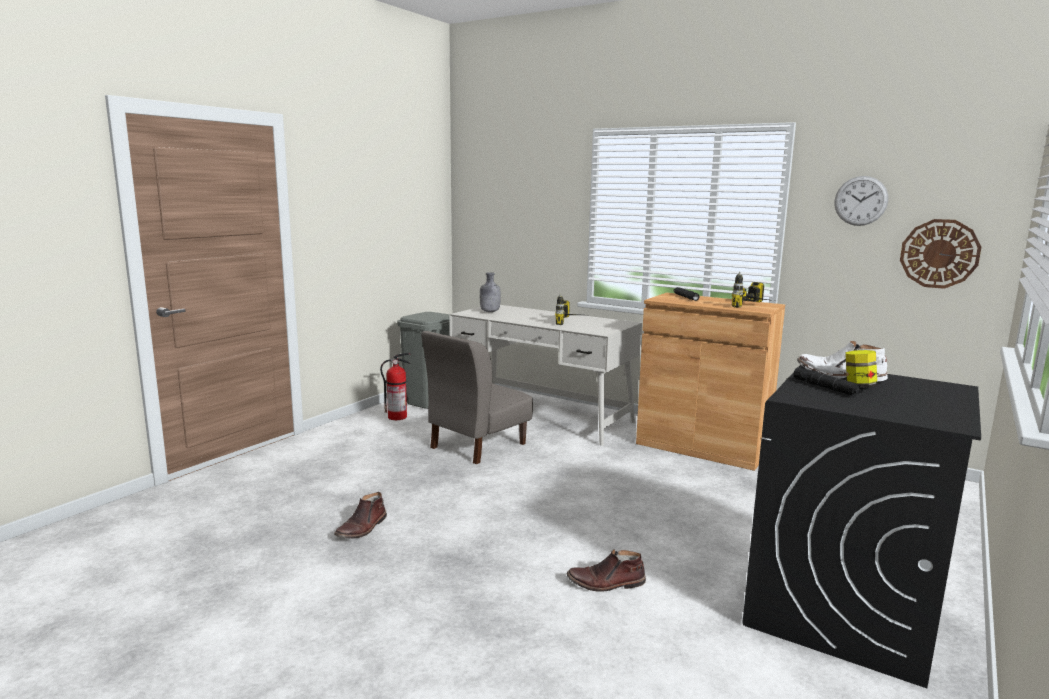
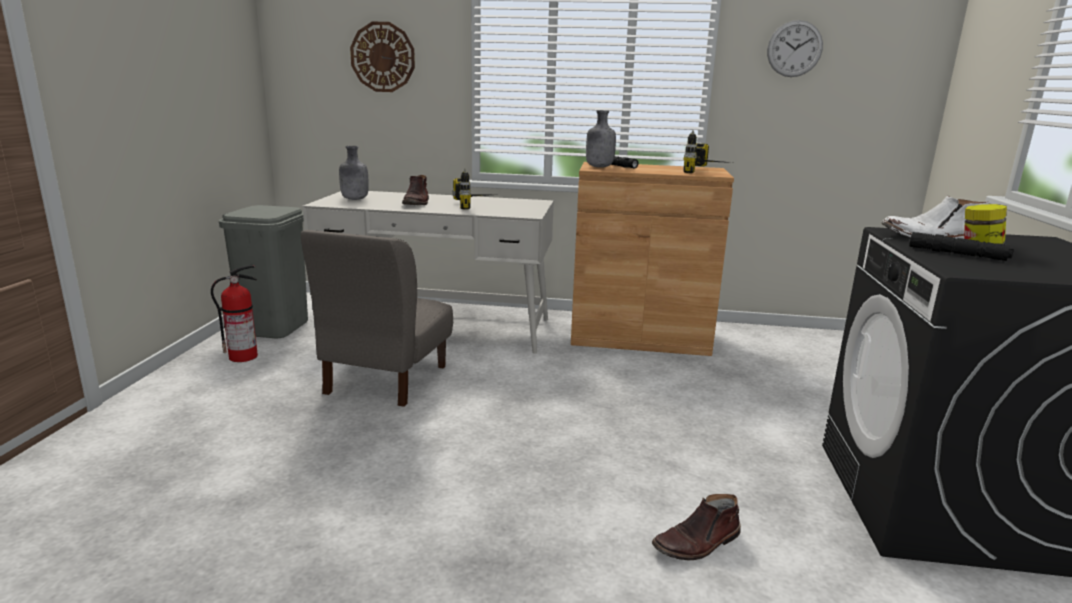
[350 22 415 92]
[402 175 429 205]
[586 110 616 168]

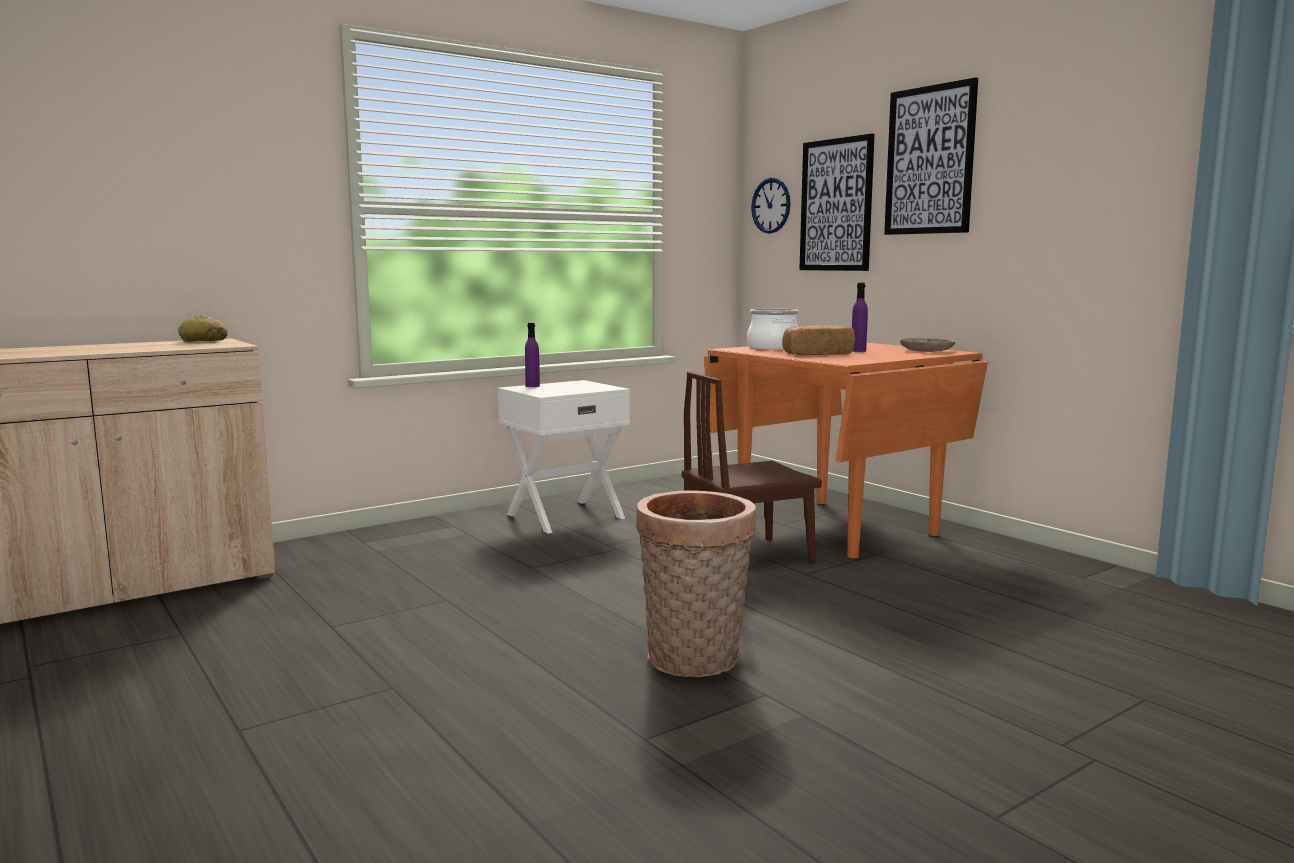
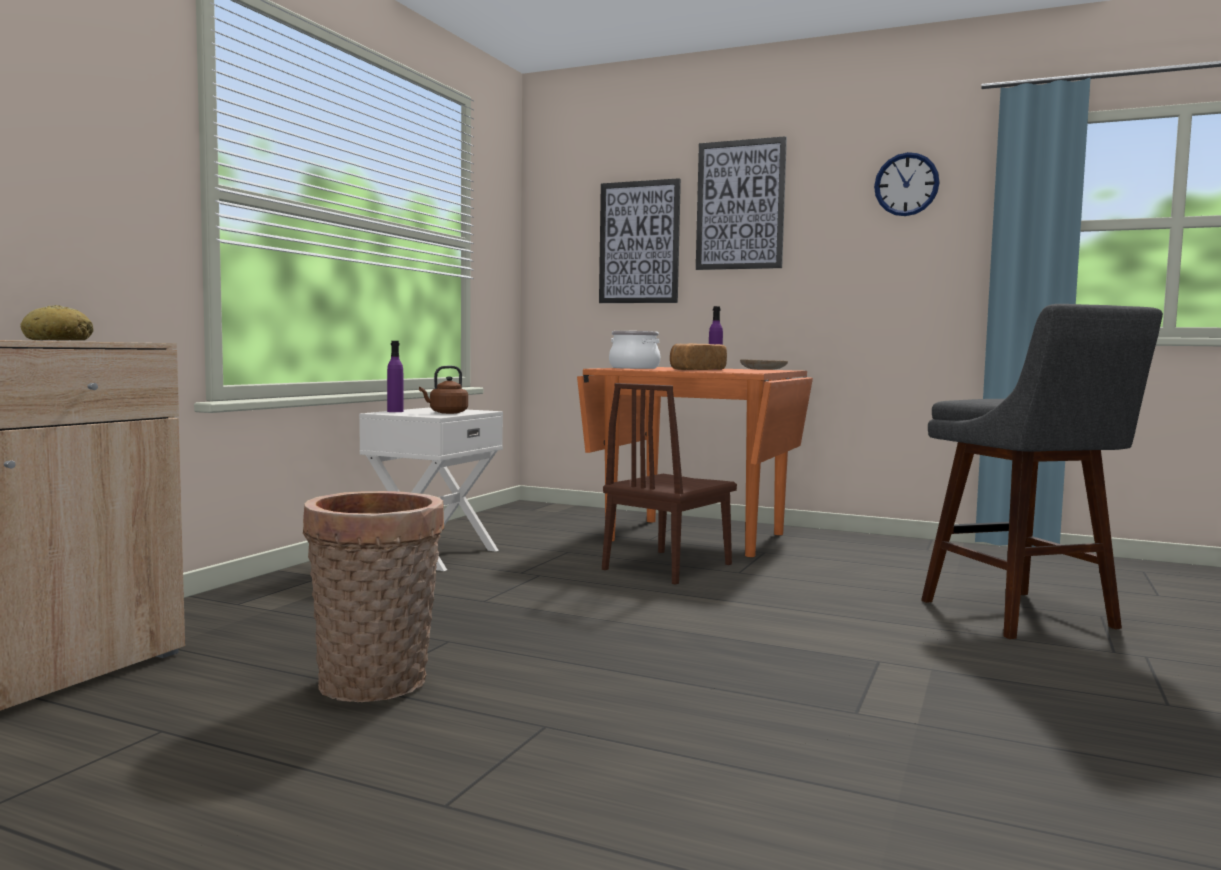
[874 152 940 216]
[303 491 444 702]
[921 304 1163 639]
[419 366 468 414]

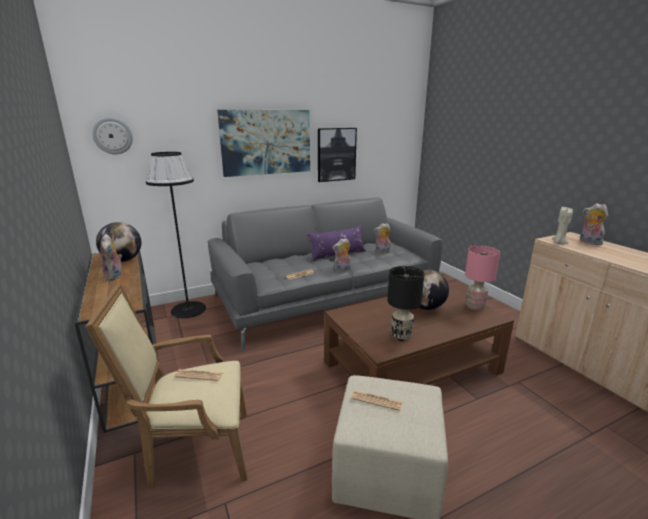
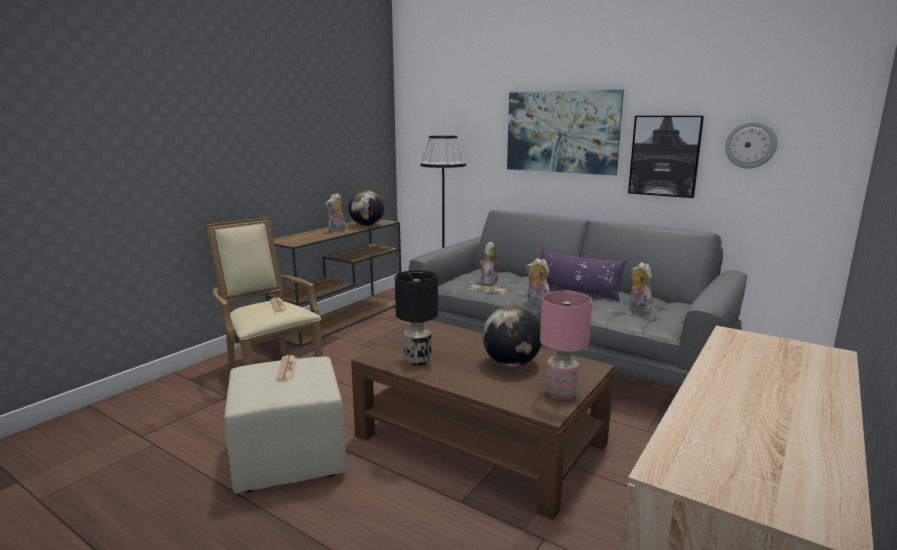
[725 121 777 168]
[480 242 498 285]
[552 207 573 244] (first image)

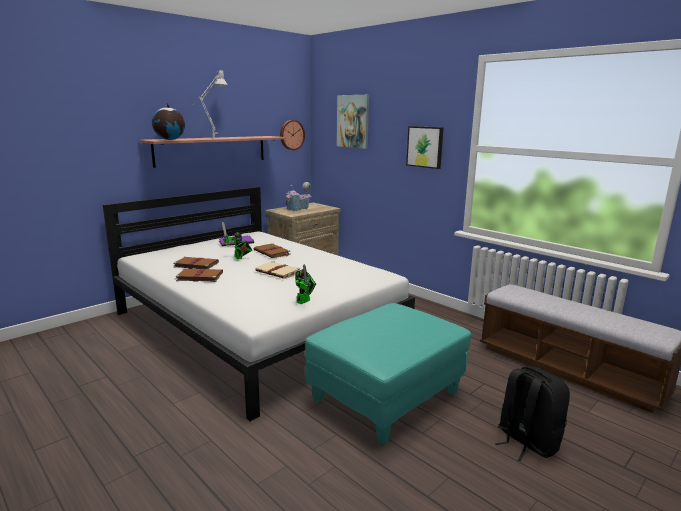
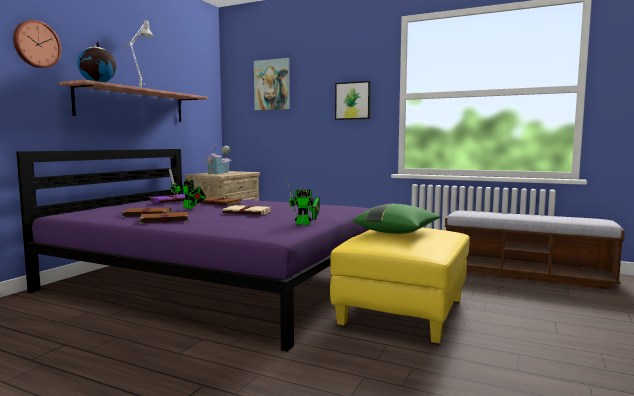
[13 20 61 68]
[16 149 370 352]
[286 177 320 225]
[330 228 470 343]
[495 366 570 461] (first image)
[353 204 440 234]

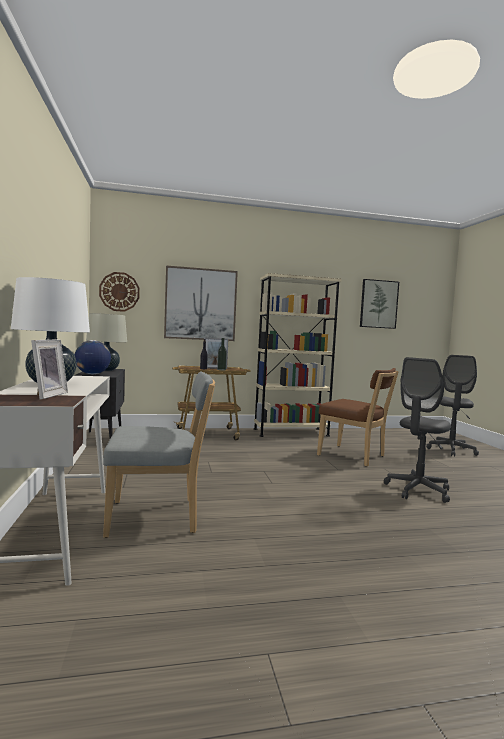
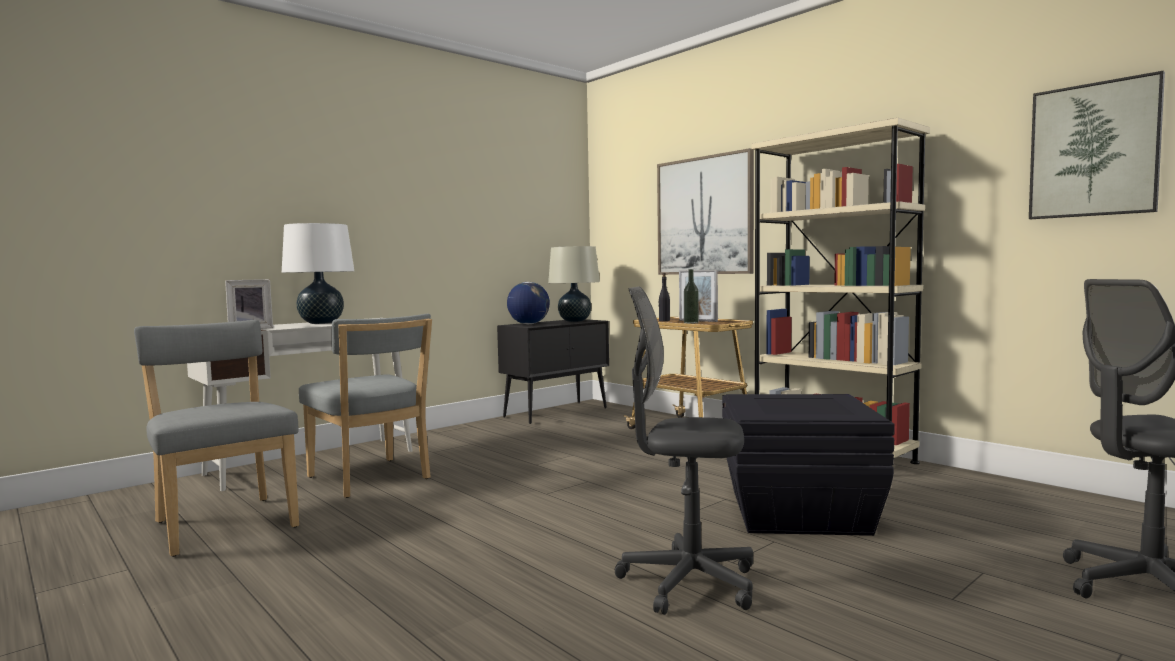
[99 272 140 312] (first image)
[722 394 895 536]
[134 320 299 557]

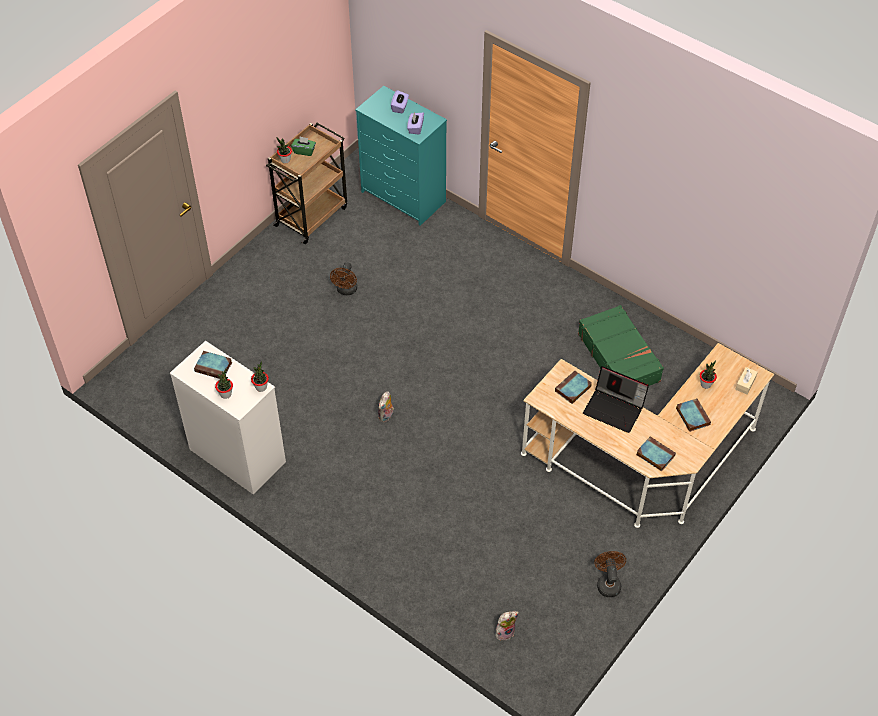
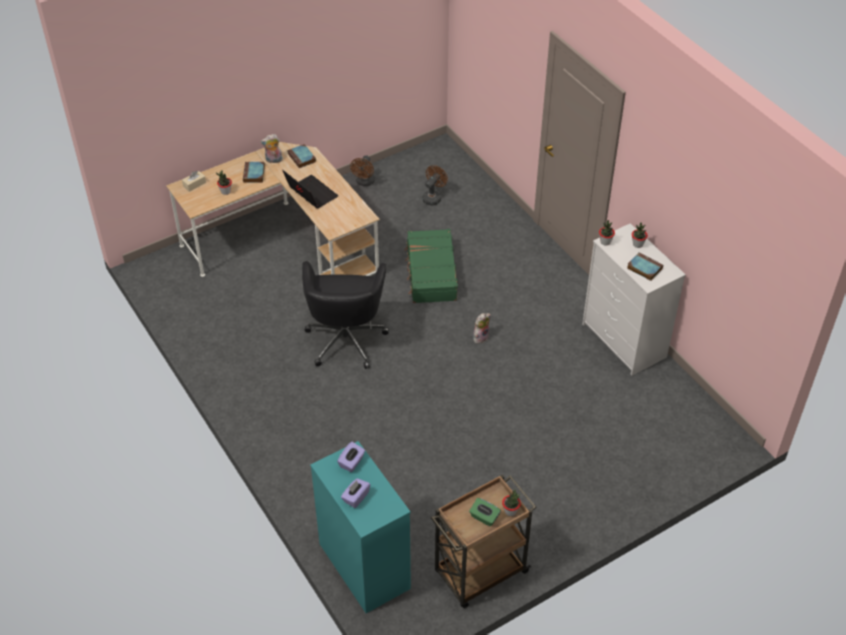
[422 165 448 205]
[404 229 458 303]
[555 371 592 404] (first image)
[260 134 283 163]
[302 261 389 369]

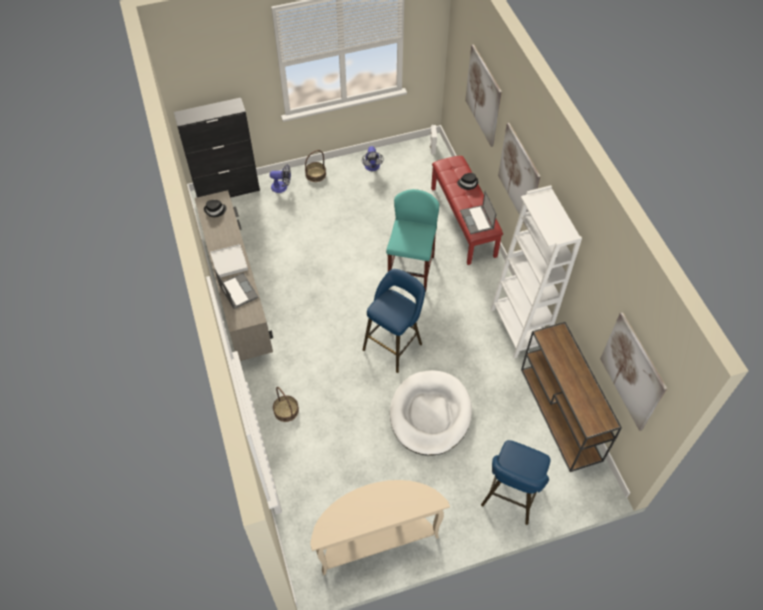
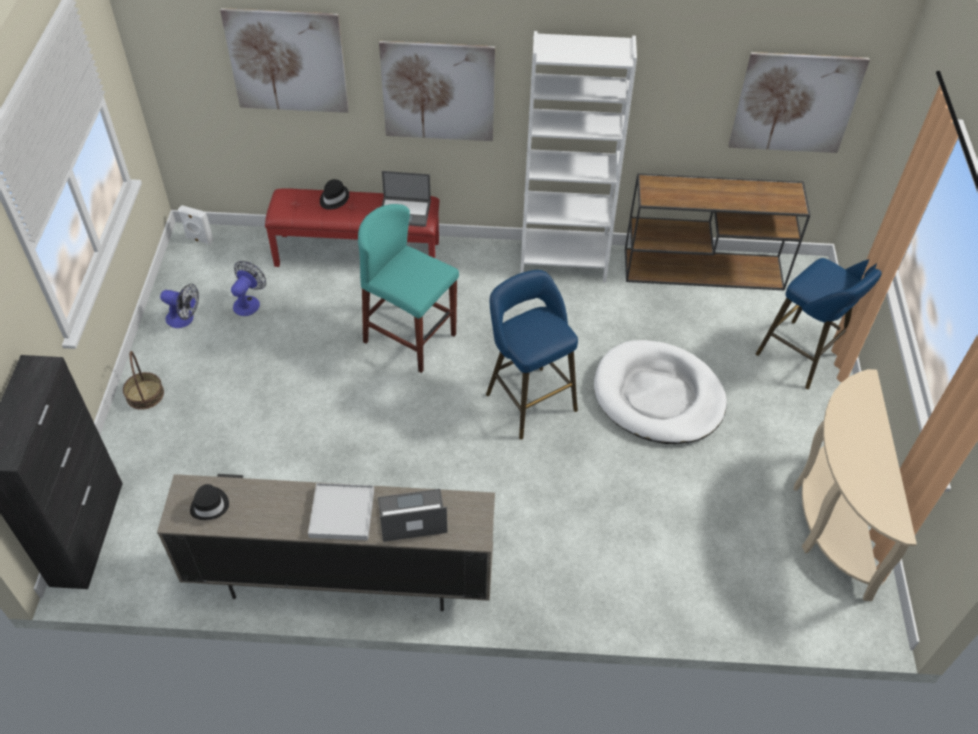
[231 261 266 316]
[273 387 299 422] (first image)

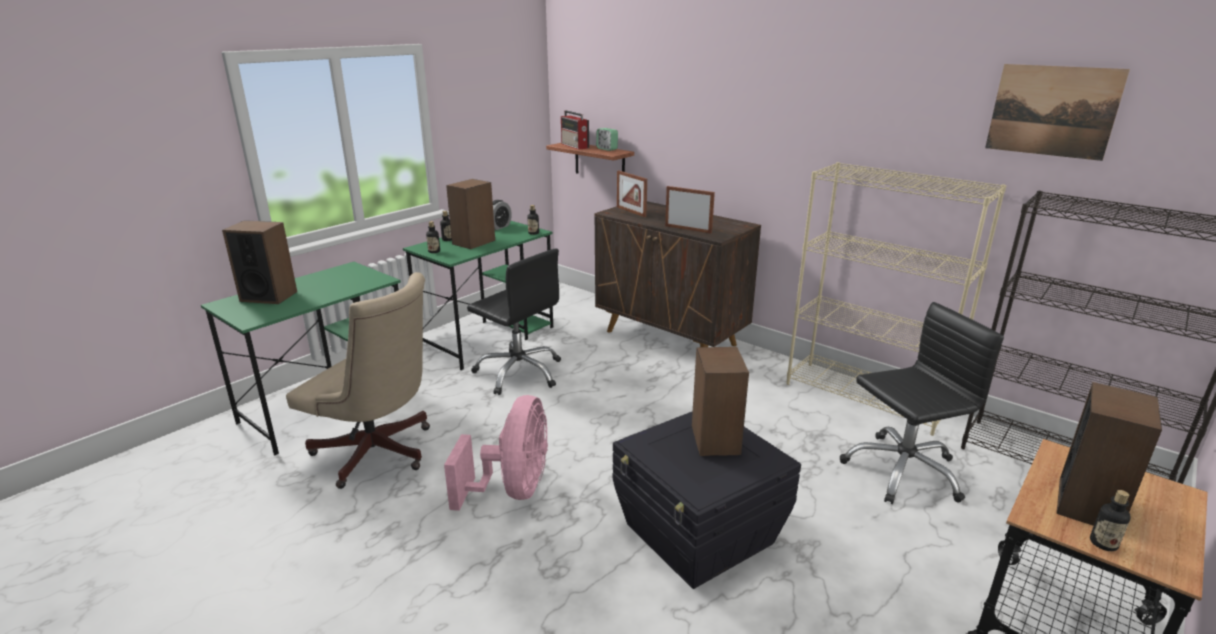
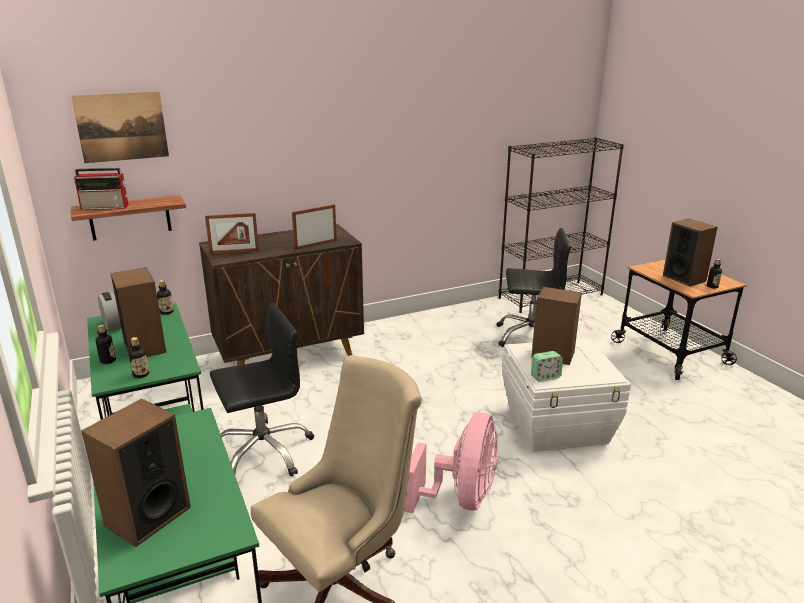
[71 91 169 163]
[531 351 563 382]
[786 162 1006 436] (first image)
[496 228 571 347]
[404 412 498 513]
[502 338 631 452]

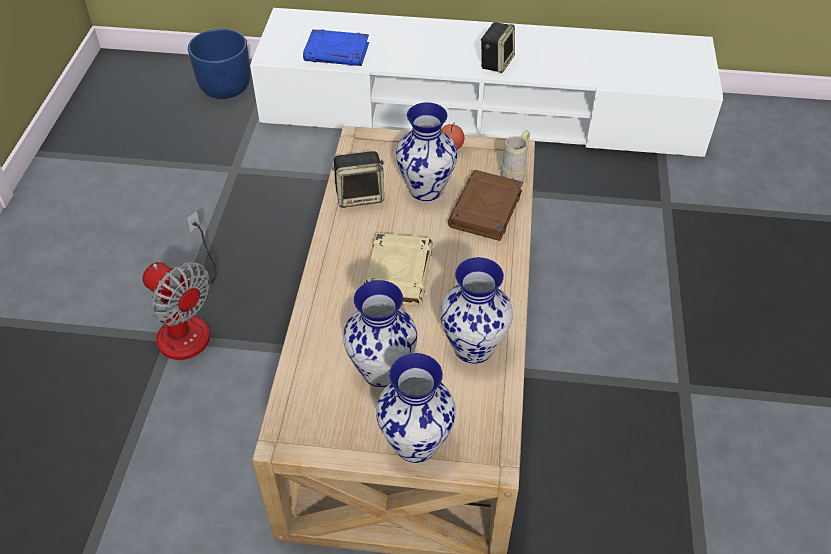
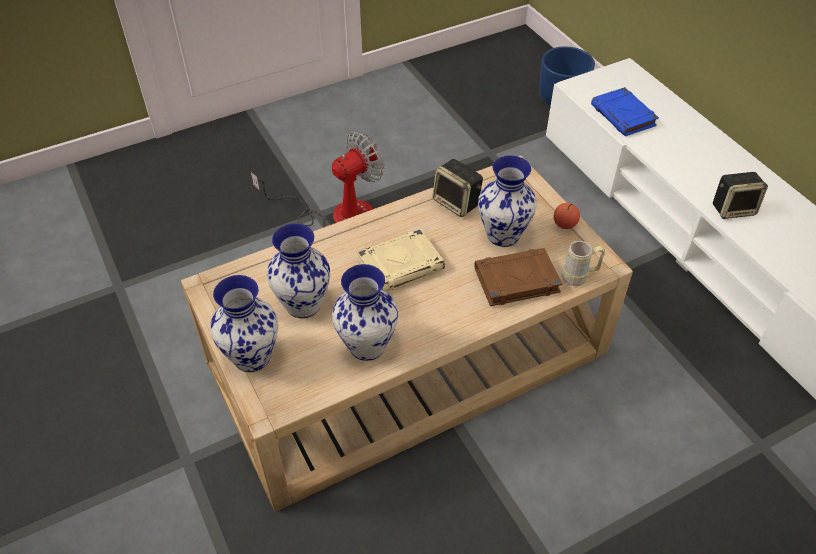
[251 132 385 228]

